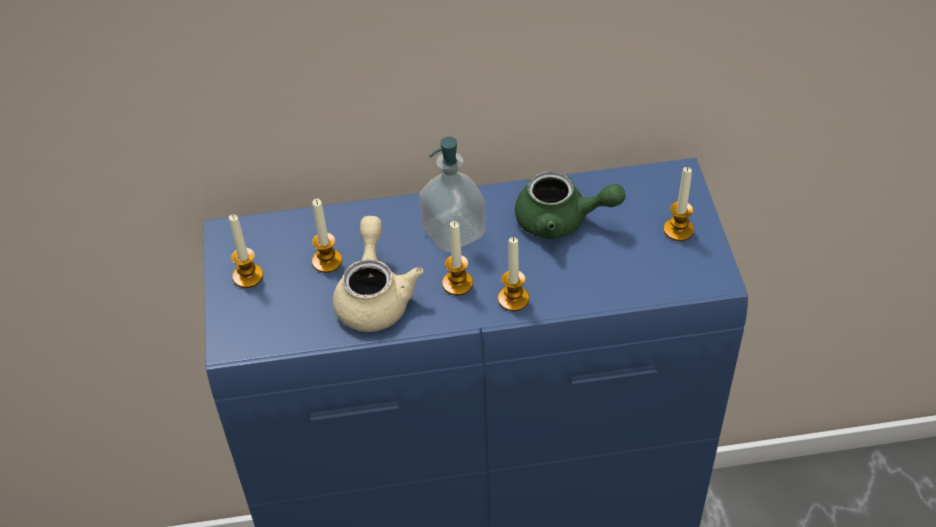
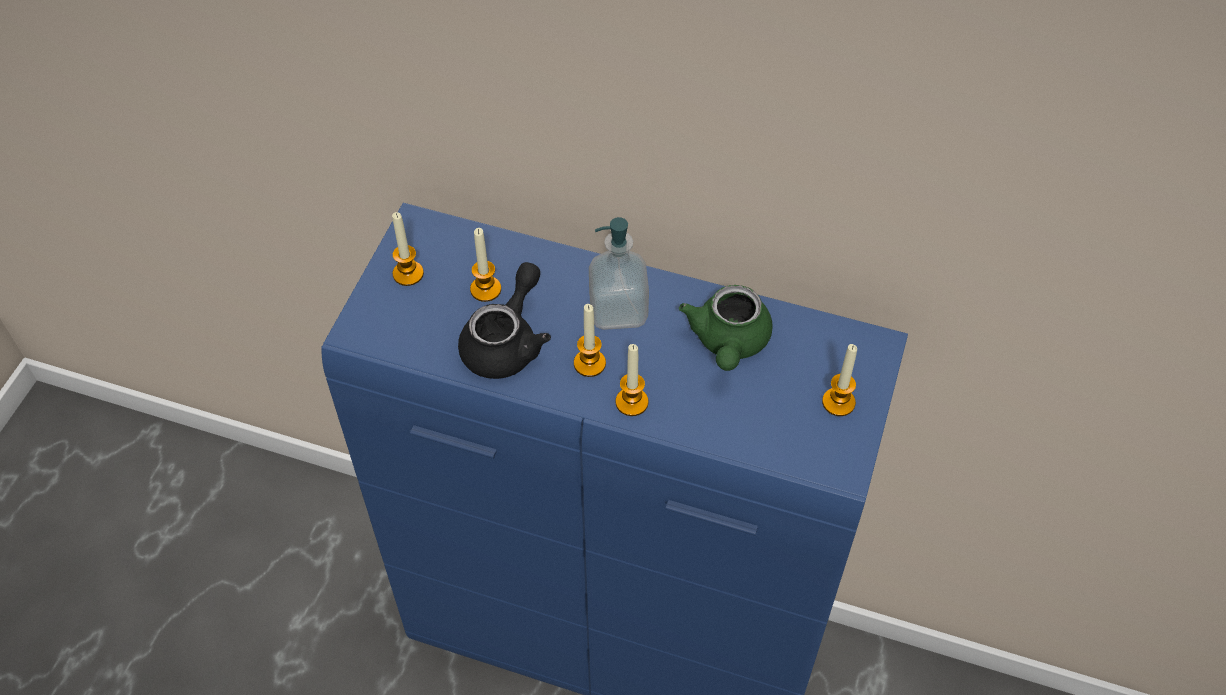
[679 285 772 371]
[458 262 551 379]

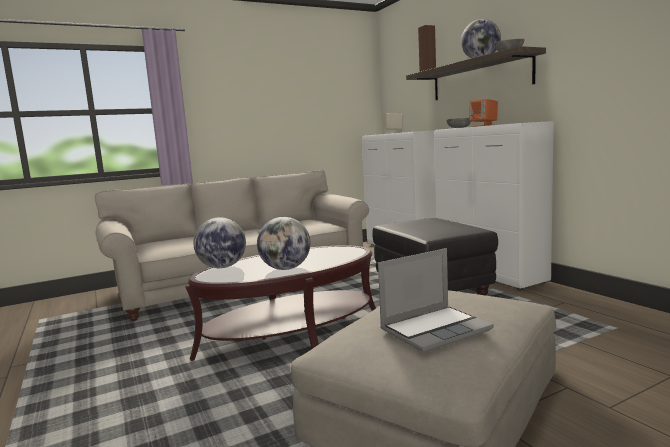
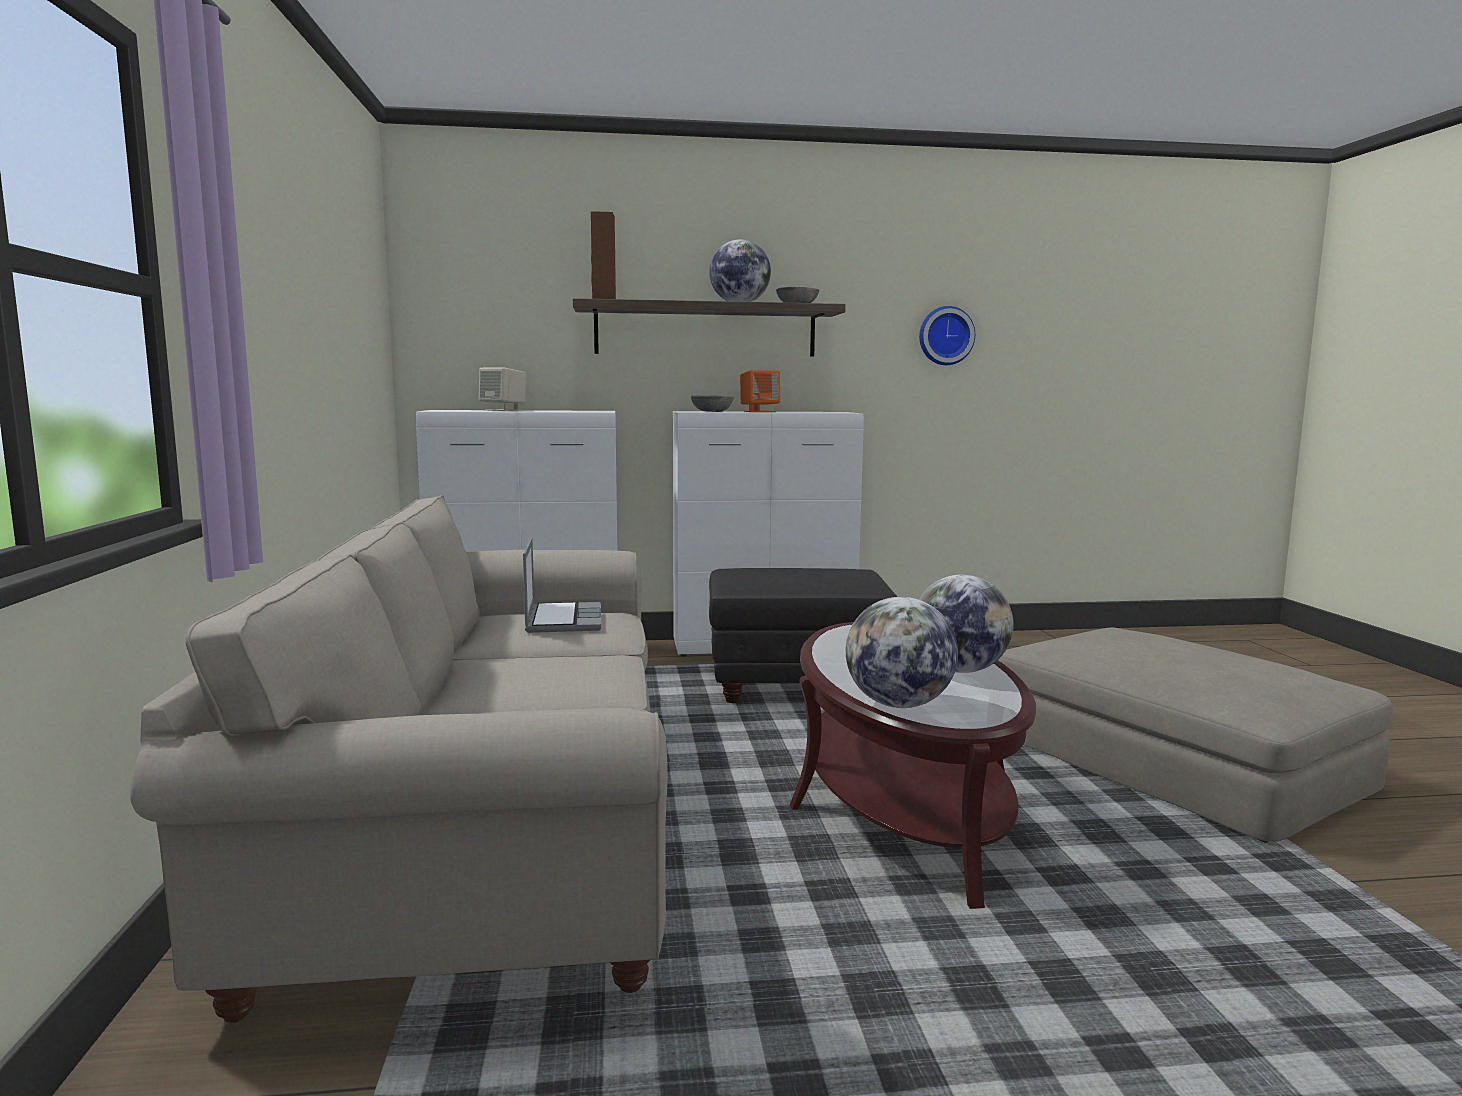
[523 537 601 633]
[919 306 975 365]

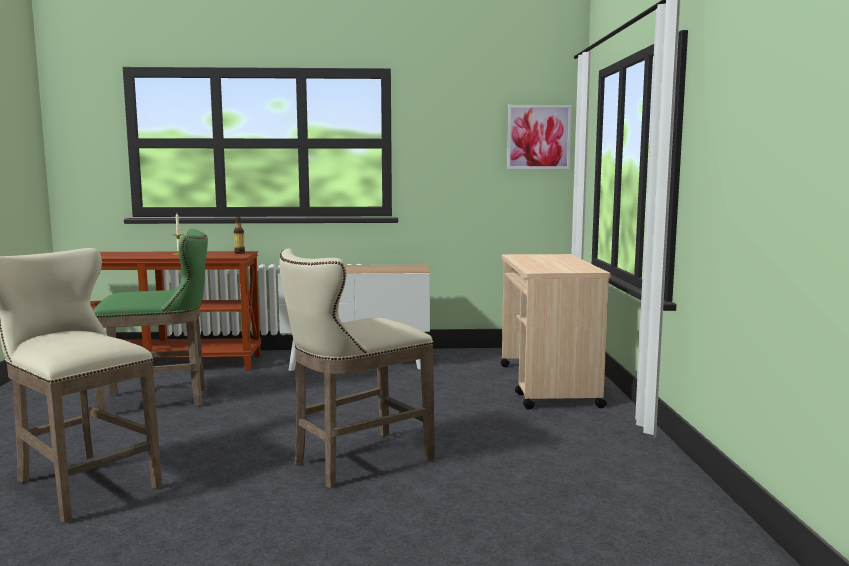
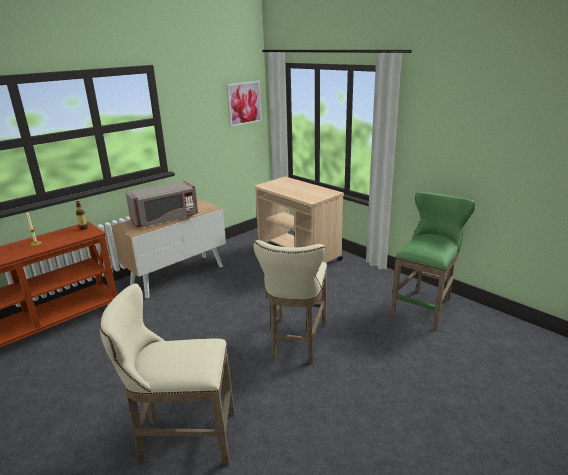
[391 192 475 330]
[125 180 198 227]

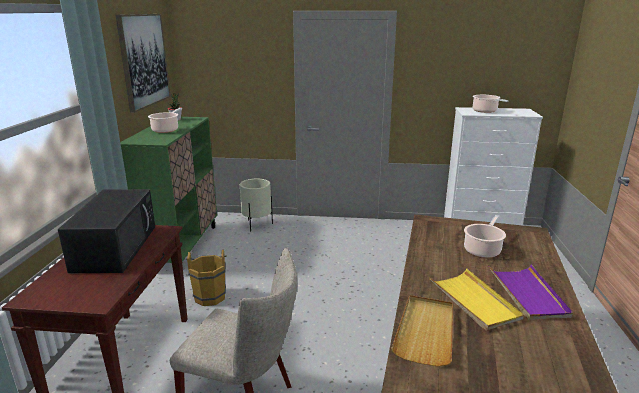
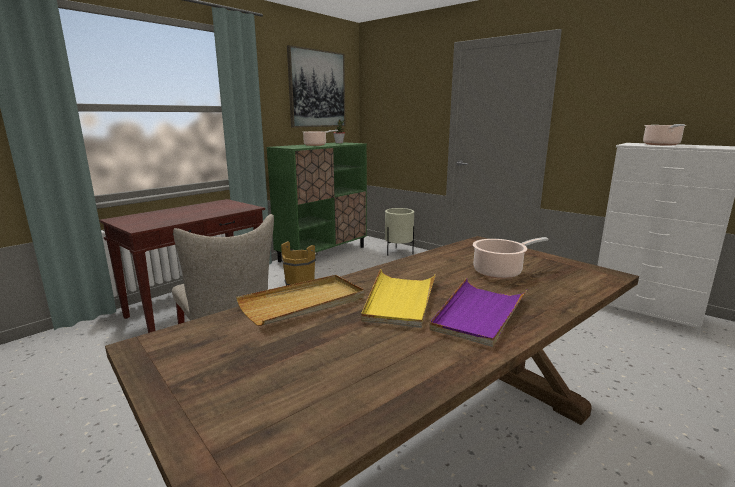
[58 189 155 273] (first image)

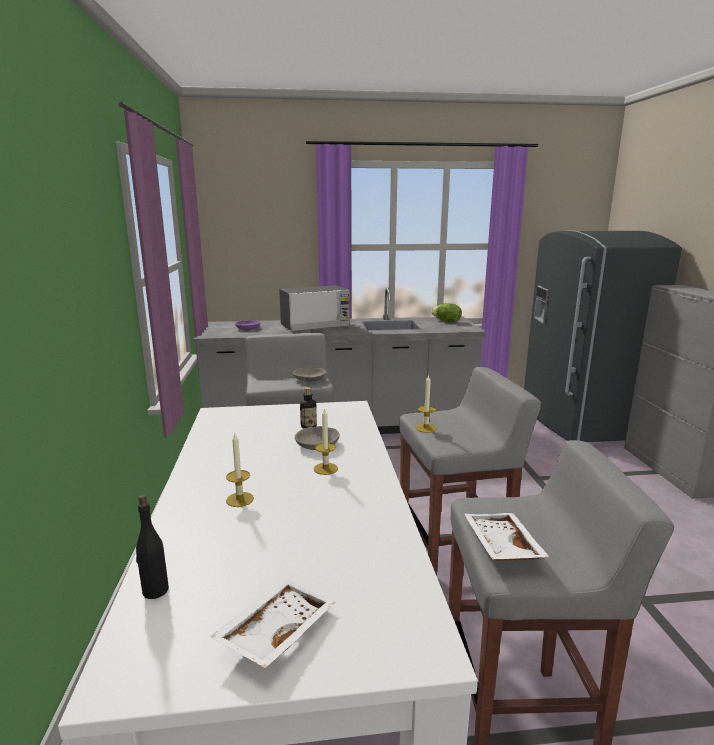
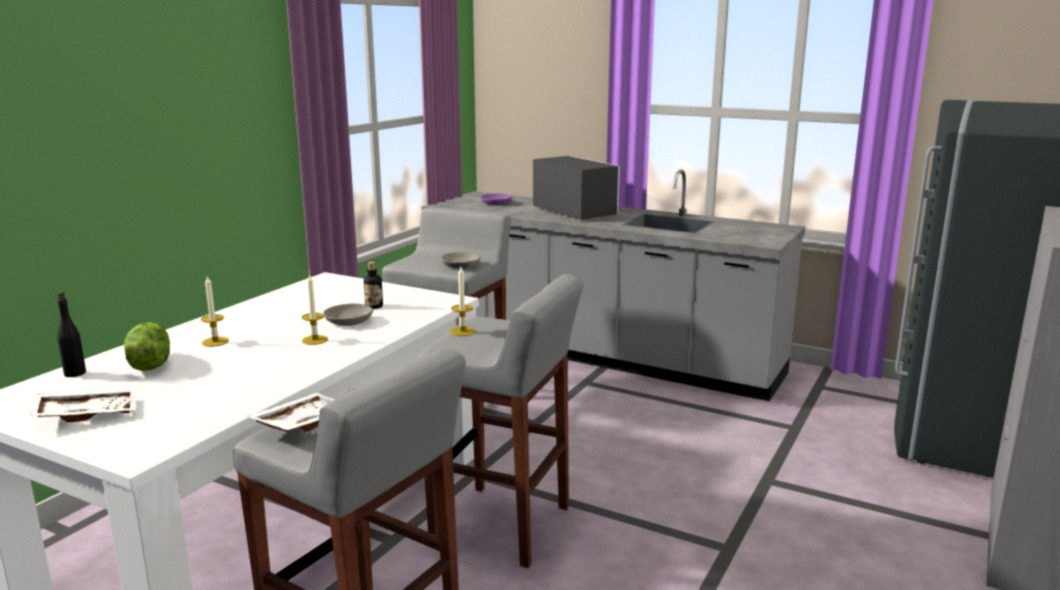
[533 156 620 220]
[124 322 170 371]

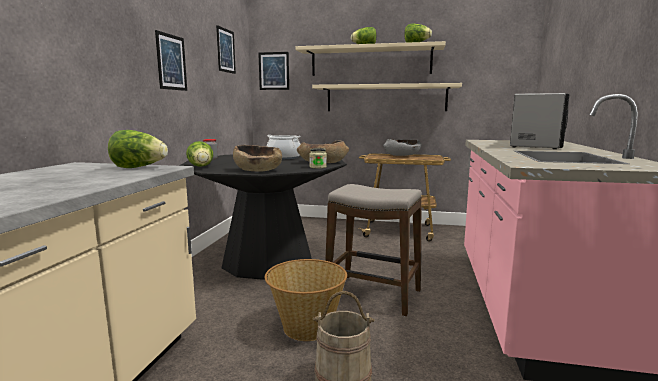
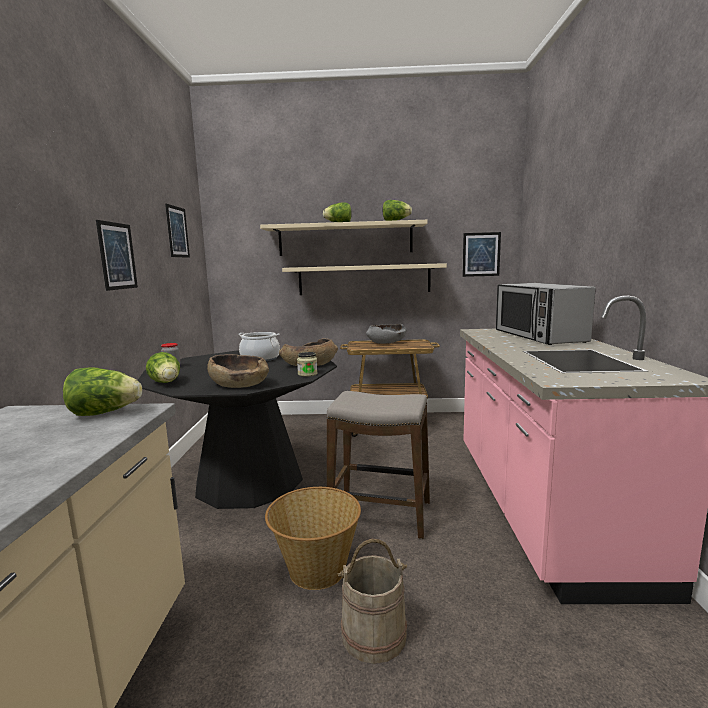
[462 232 501 277]
[496 283 596 345]

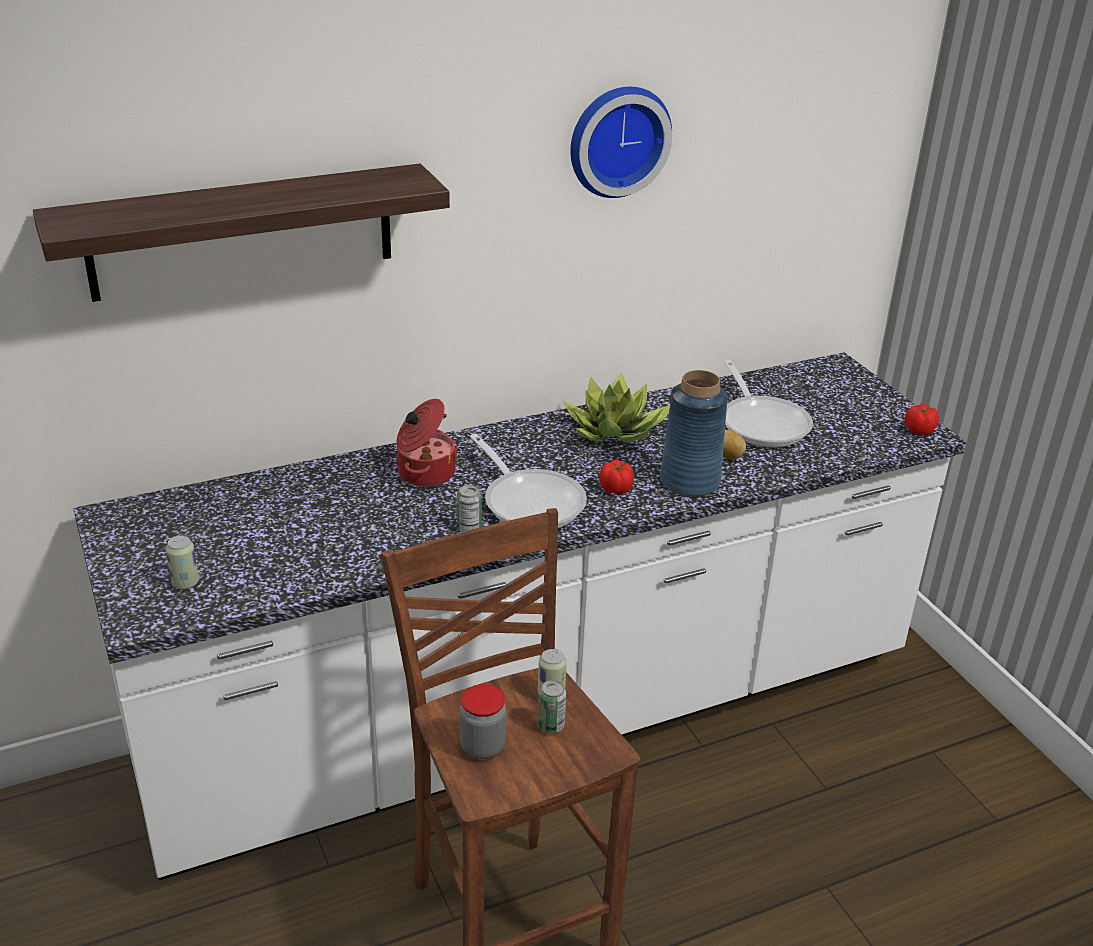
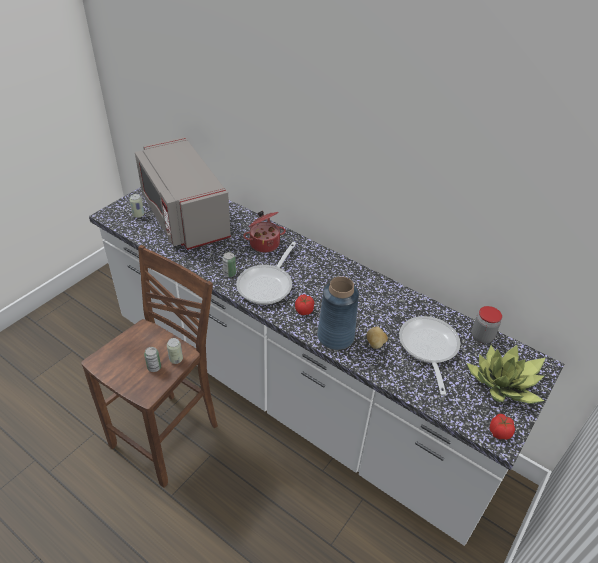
[570 87 672 198] (first image)
[33 164 450 302] (first image)
[399 316 460 395]
[467 345 546 404]
[471 306 502 343]
[135 137 231 250]

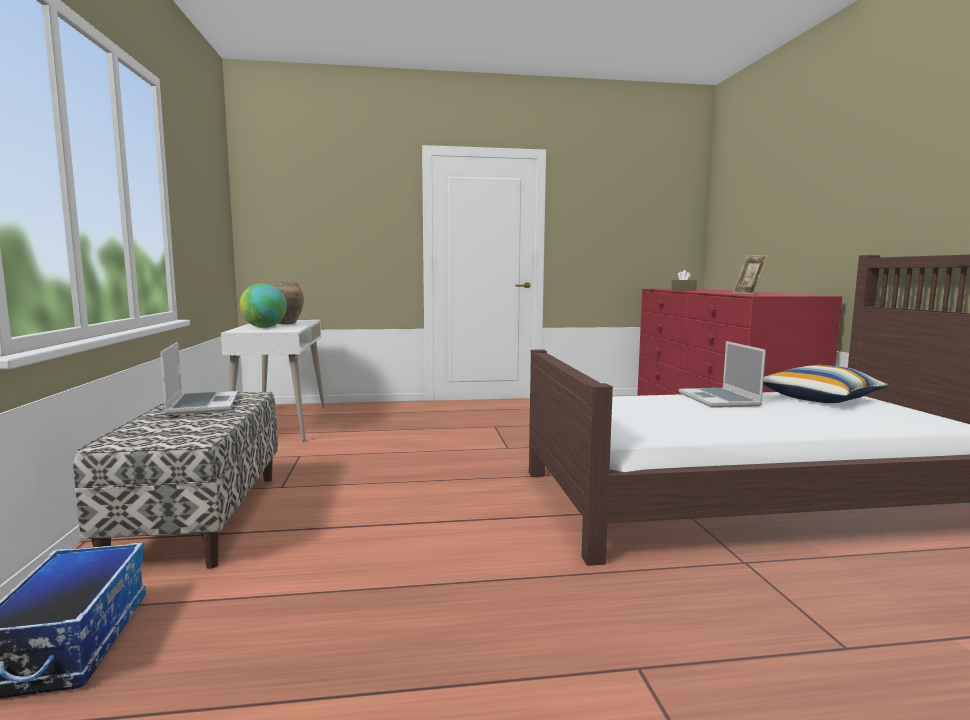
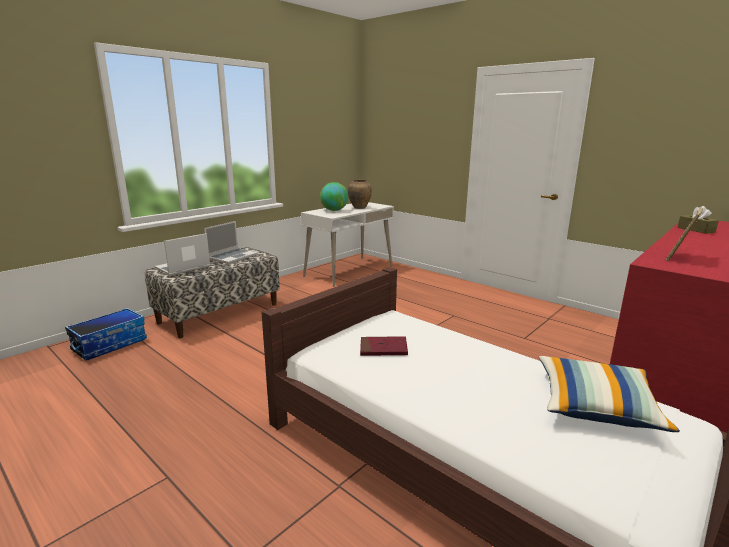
[155 233 210 276]
[360 336 408 356]

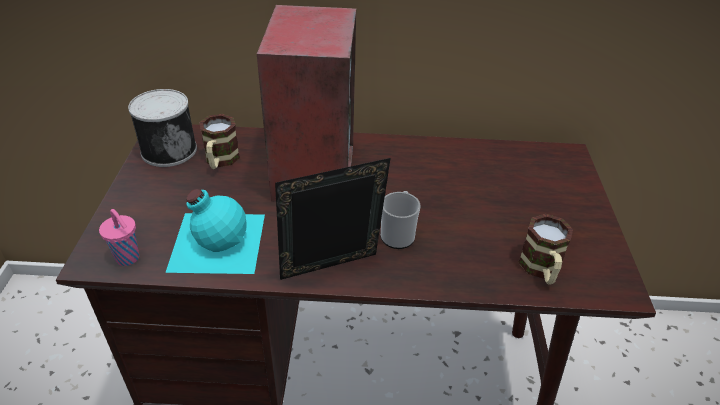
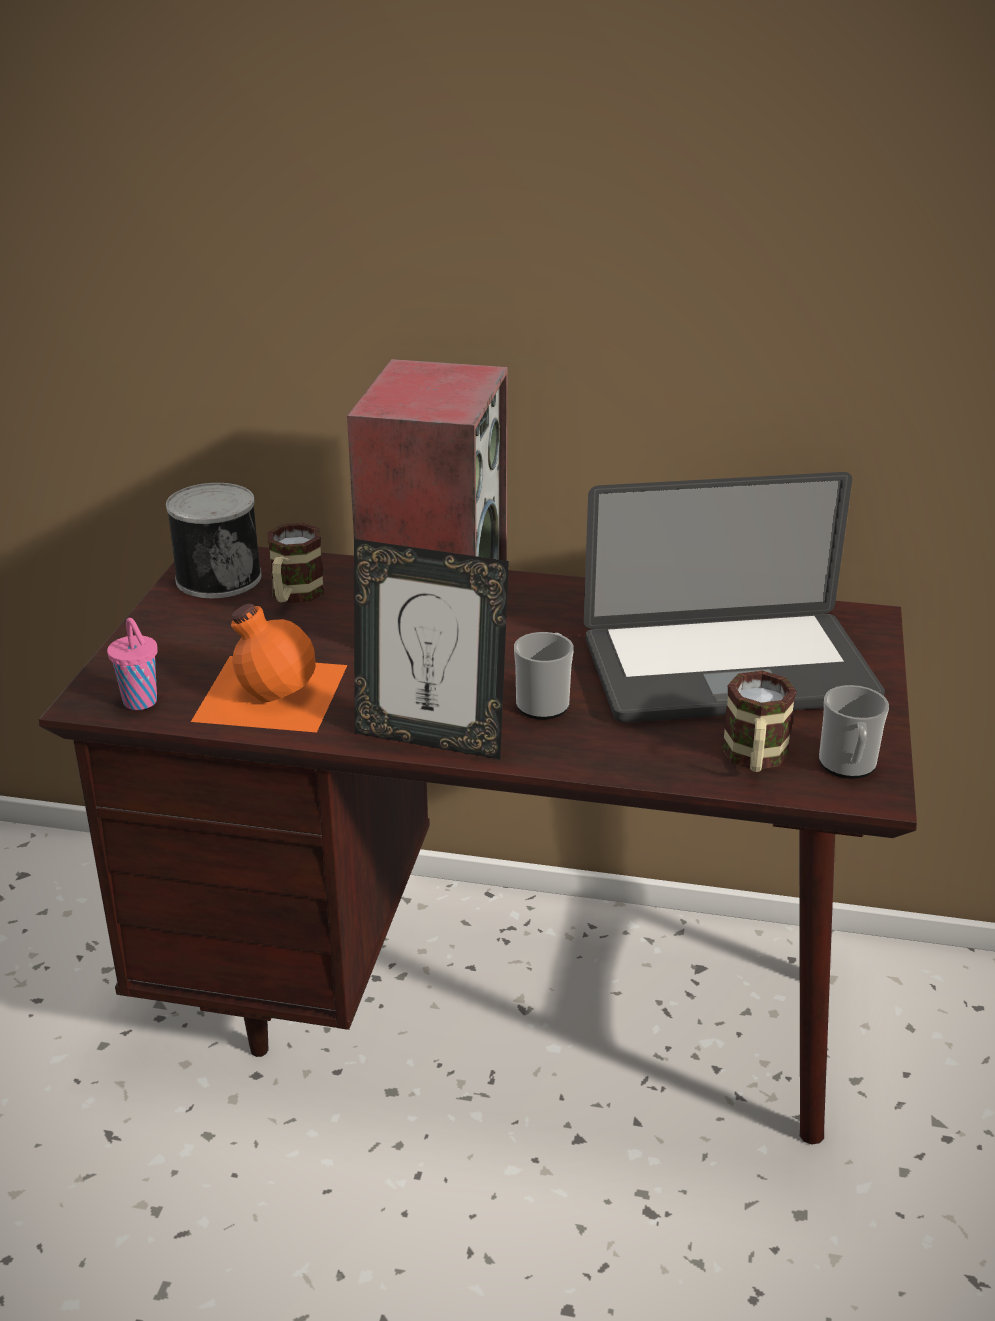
[354 539 509 760]
[191 604 347 732]
[584 472 885 723]
[819 685 889 779]

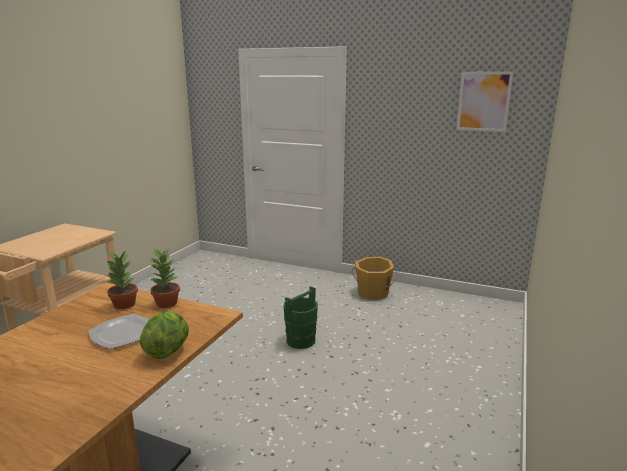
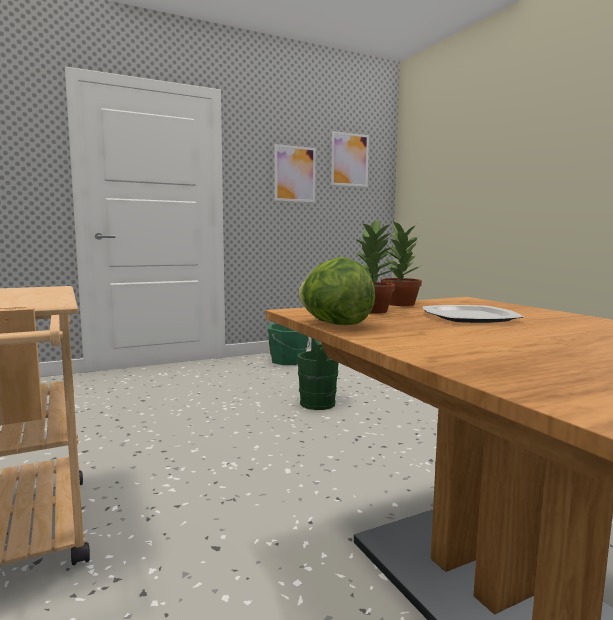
[268 323 310 365]
[298 257 375 325]
[274 144 316 202]

